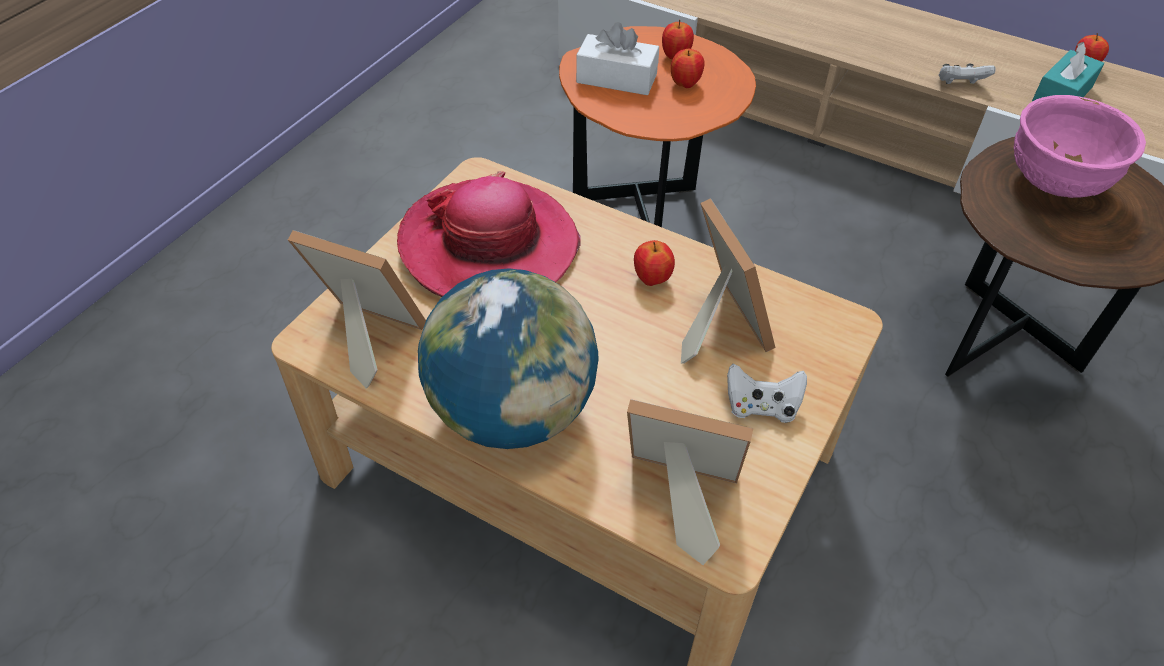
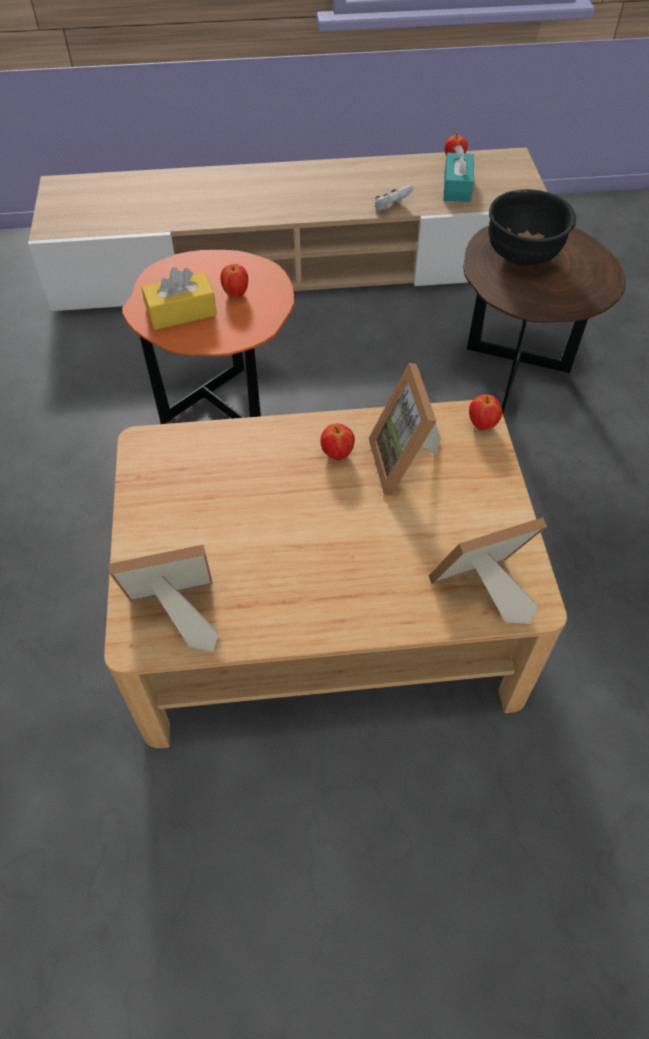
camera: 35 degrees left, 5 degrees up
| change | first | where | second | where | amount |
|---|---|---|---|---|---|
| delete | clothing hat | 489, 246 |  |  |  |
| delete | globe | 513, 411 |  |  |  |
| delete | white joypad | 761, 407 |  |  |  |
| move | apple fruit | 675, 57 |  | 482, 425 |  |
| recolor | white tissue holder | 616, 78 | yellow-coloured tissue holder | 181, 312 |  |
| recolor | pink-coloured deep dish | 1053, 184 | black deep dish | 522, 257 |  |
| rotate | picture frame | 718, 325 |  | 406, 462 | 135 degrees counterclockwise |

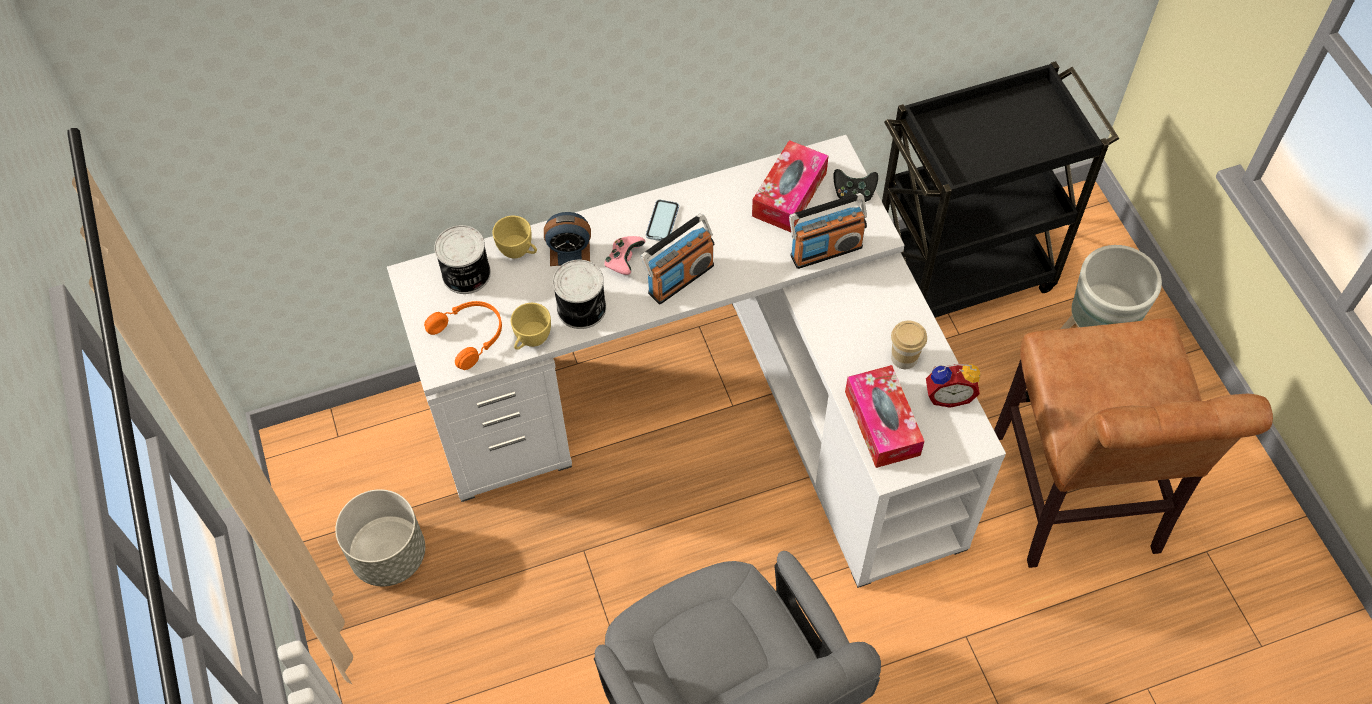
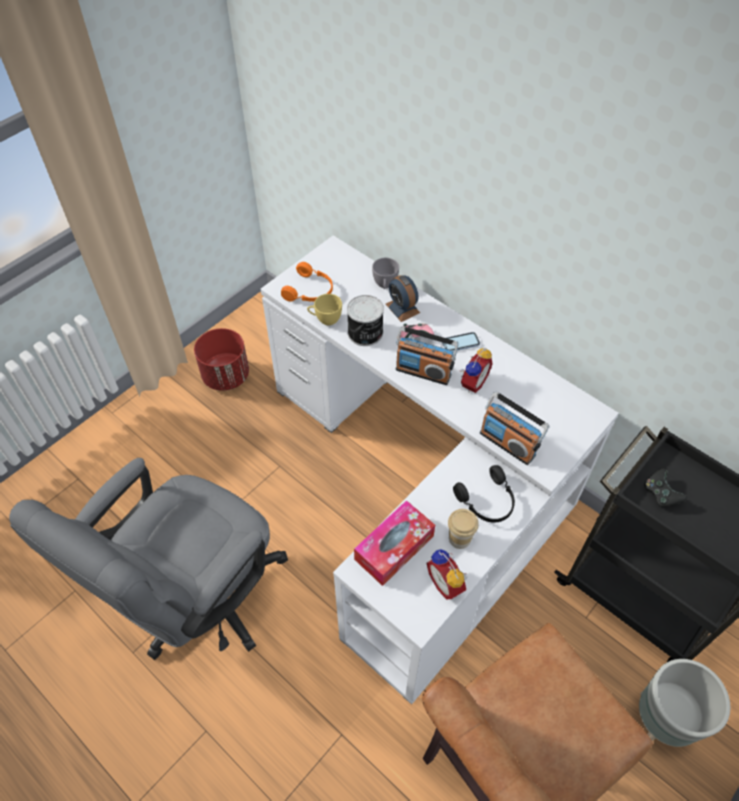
camera: 60 degrees right, 5 degrees down
| change | first | where | second | where | amount |
|---|---|---|---|---|---|
| delete | metal can | 466, 275 |  |  |  |
| delete | tissue holder | 789, 194 |  |  |  |
| insert |  |  | black pair of headphones | 487, 501 |  |
| insert |  |  | bedside clock | 472, 383 |  |
| move | black joypad | 853, 192 |  | 660, 494 |  |
| recolor | greyish flower pot | 388, 554 | reddish flower pot | 226, 375 |  |
| recolor | yellow-coloured small cup | 519, 251 | greyish small cup | 385, 285 |  |

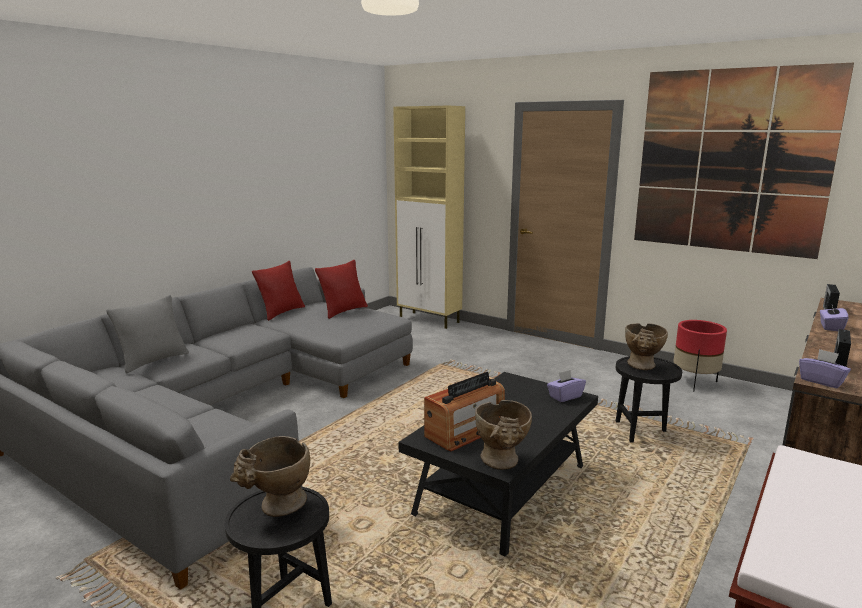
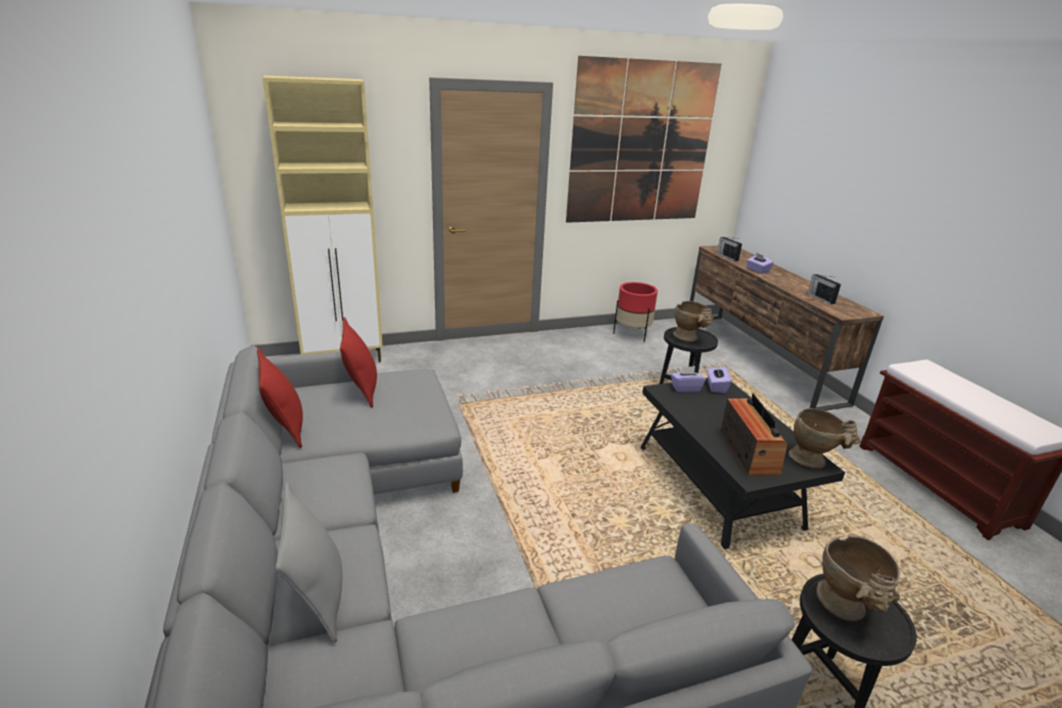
camera: 55 degrees left, 10 degrees up
| change | first | where | second | where | amount |
|---|---|---|---|---|---|
| move | purple tissue holder | 821, 381 |  | 685, 388 |  |

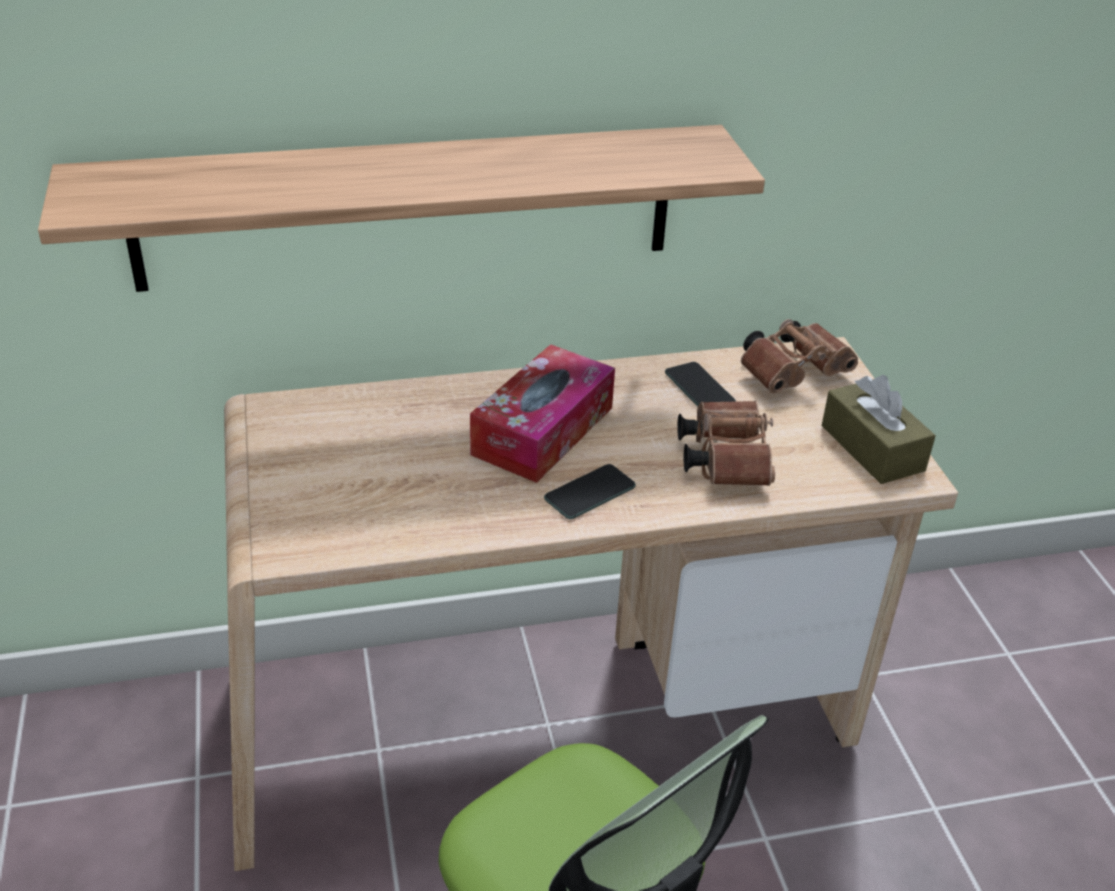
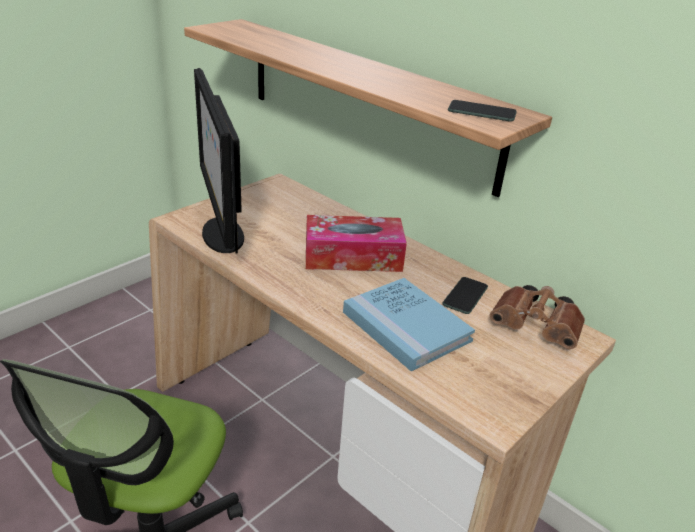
camera: 55 degrees right, 5 degrees down
| change | first | where | second | where | amount |
|---|---|---|---|---|---|
| delete | brown tissue holder | 872, 448 |  |  |  |
| insert |  |  | computer display | 222, 234 |  |
| move | phone | 590, 493 |  | 481, 112 |  |
| replace | brown field glasses | 724, 458 | blue-coloured book | 406, 326 |  |

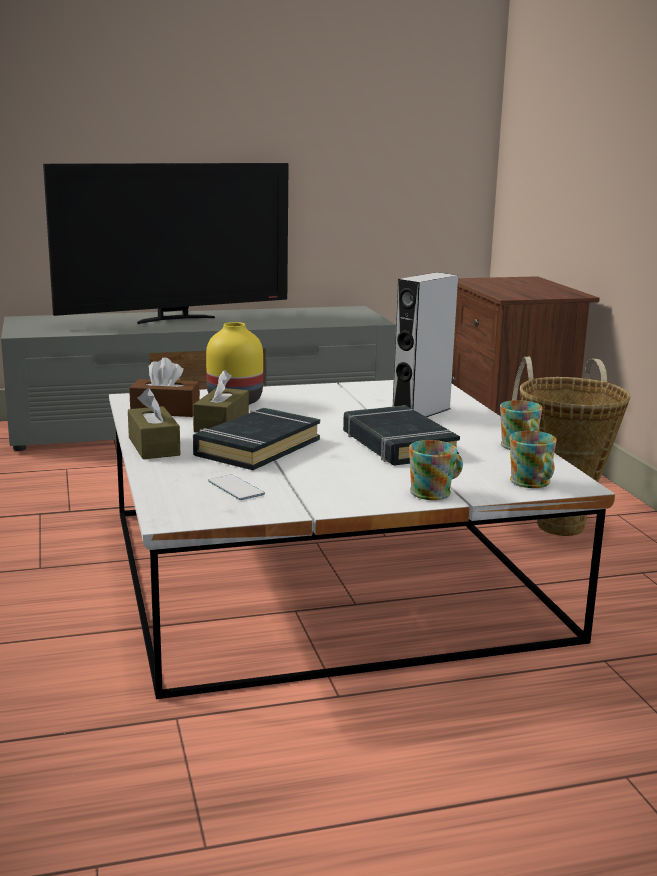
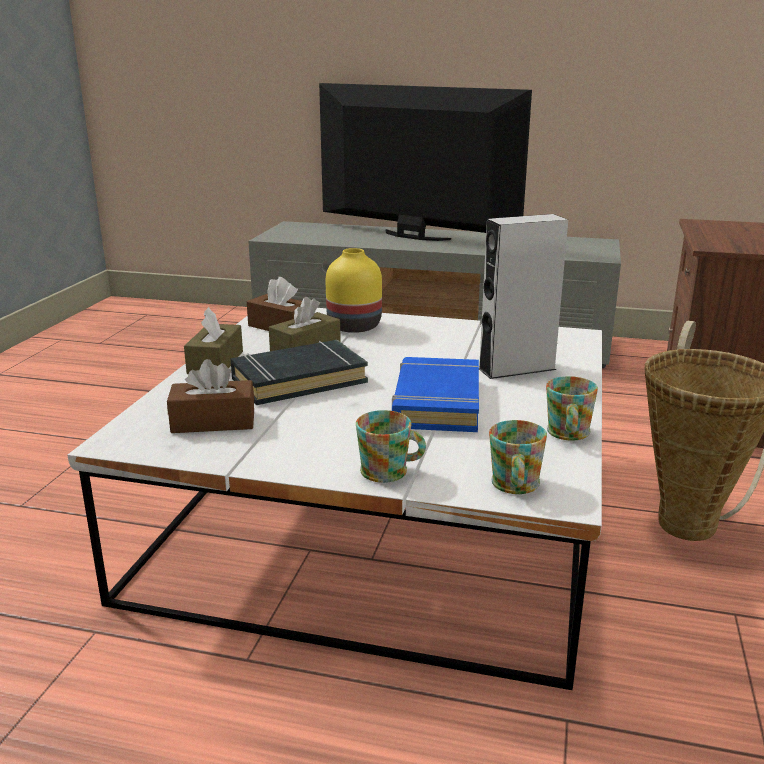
camera: 30 degrees right, 5 degrees up
| change | first | where | second | where | amount |
|---|---|---|---|---|---|
| replace | phone | 236, 488 | brown tissue holder | 213, 422 |  |
| recolor | black book | 397, 444 | blue-coloured book | 436, 403 |  |
| rotate | television | 174, 319 |  | 413, 236 | 150 degrees counterclockwise |

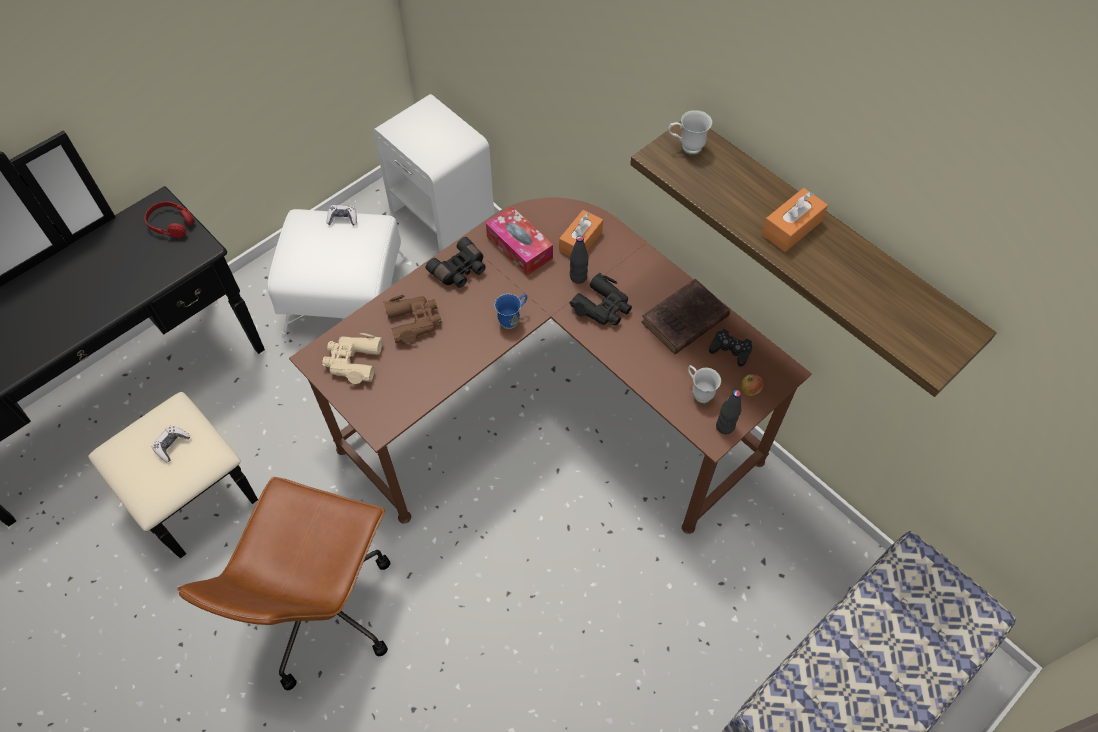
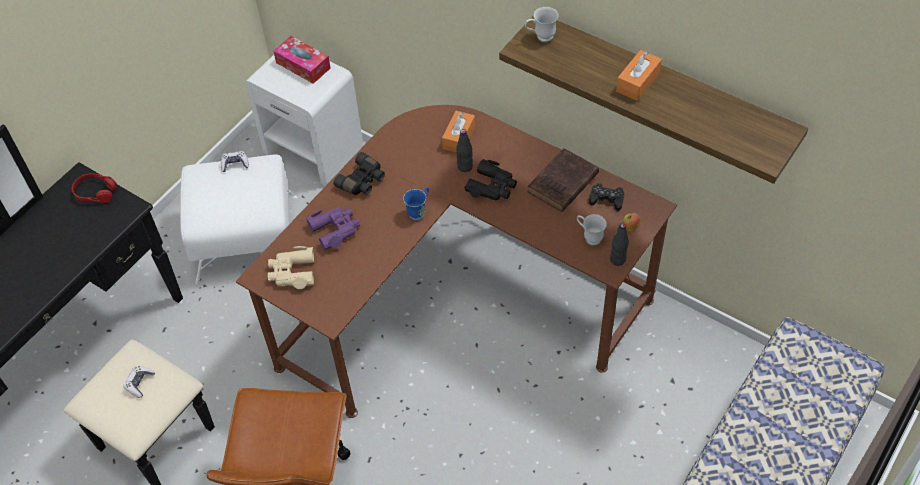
camera: 10 degrees left, 5 degrees down
| change | first | where | second | where | amount |
|---|---|---|---|---|---|
| move | tissue holder | 519, 247 |  | 303, 65 |  |
| recolor | brown field glasses | 414, 321 | purple field glasses | 335, 230 |  |

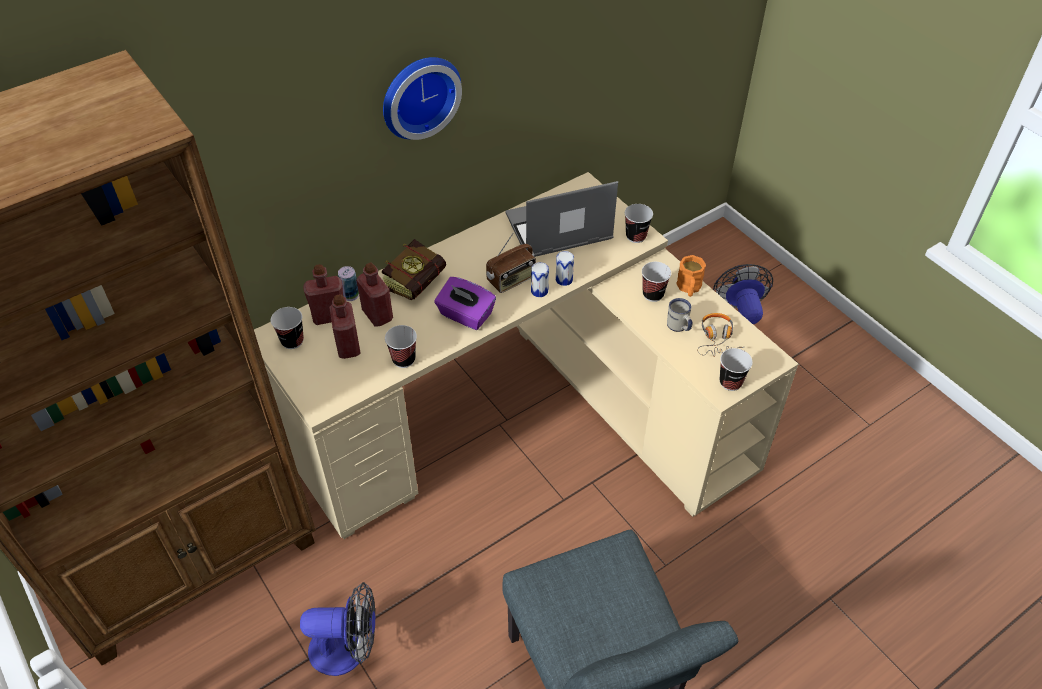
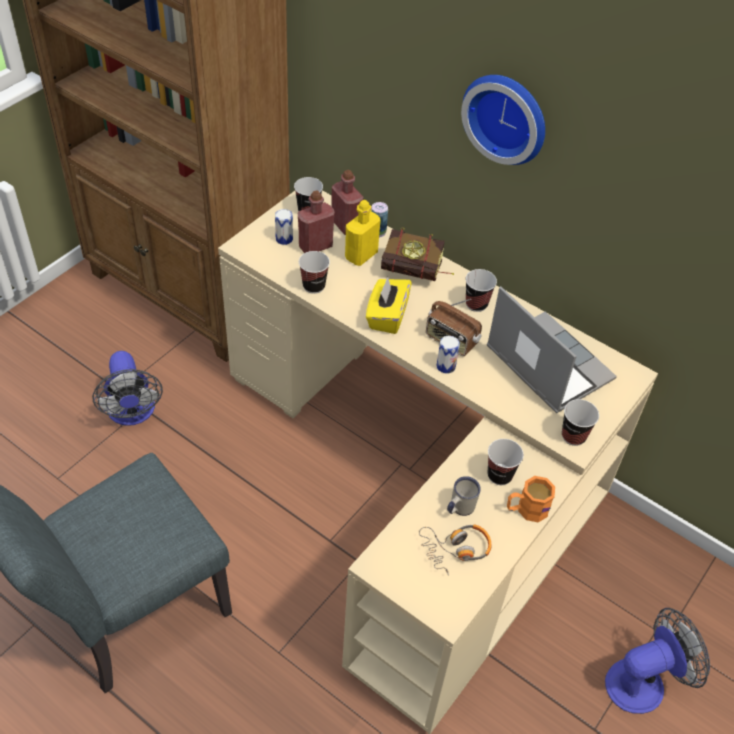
camera: 70 degrees right, 0 degrees up
| change | first | where | second | where | amount |
|---|---|---|---|---|---|
| move | metal can | 564, 279 |  | 284, 239 |  |
| move | small cup | 730, 382 |  | 476, 304 |  |
| recolor | reddish beverage bottle | 377, 315 | yellow-coloured beverage bottle | 361, 255 |  |
| recolor | purple tissue holder | 465, 315 | yellow-coloured tissue holder | 387, 316 |  |

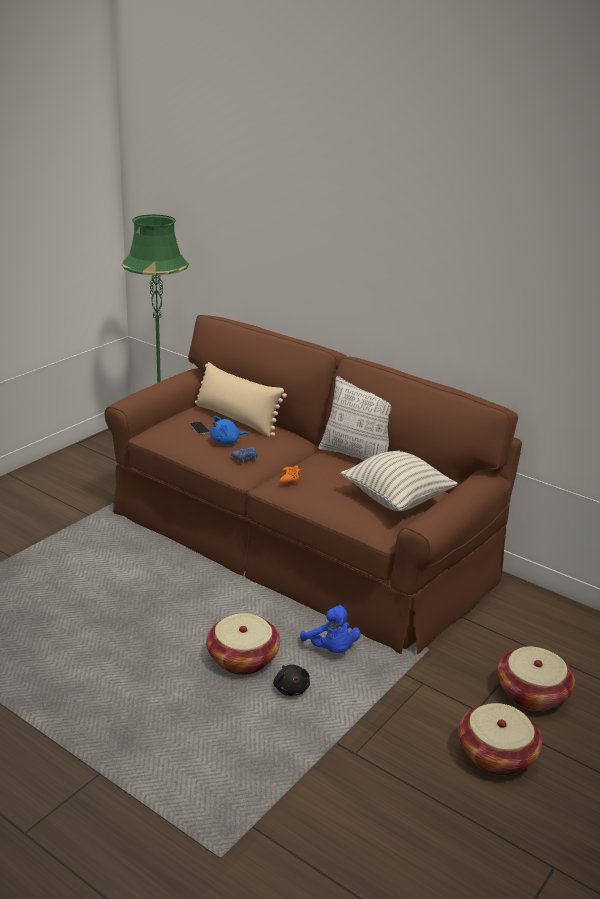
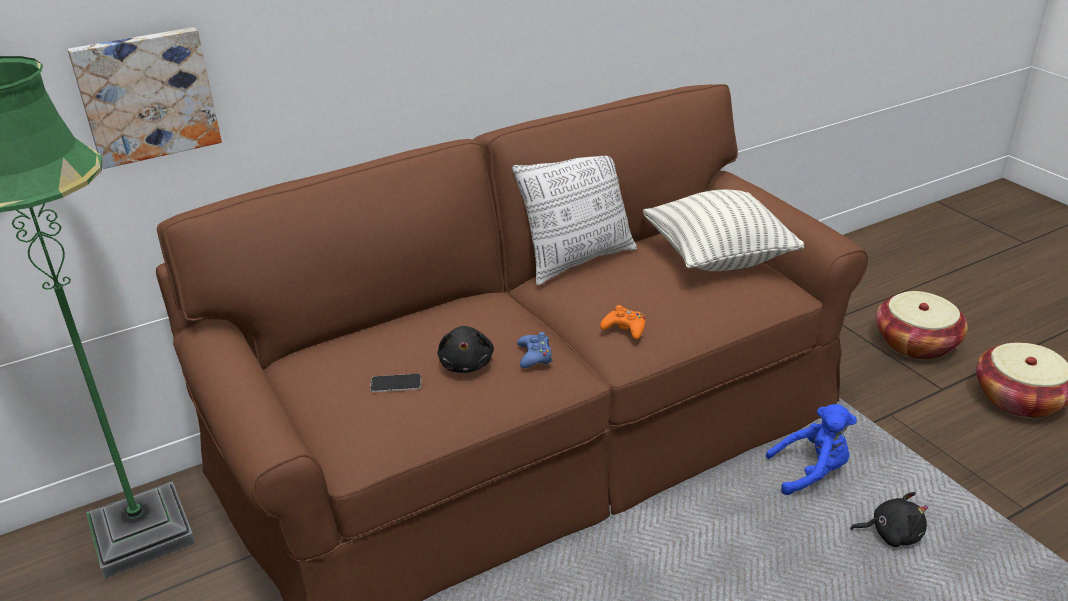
camera: 65 degrees left, 5 degrees up
| change | first | where | second | where | amount |
|---|---|---|---|---|---|
| delete | beige cushion | 237, 419 |  |  |  |
| delete | storage basket | 243, 659 |  |  |  |
| insert |  |  | wall art | 147, 95 |  |
| recolor | blue-coloured cuddly toy | 227, 442 | black cuddly toy | 466, 364 |  |

